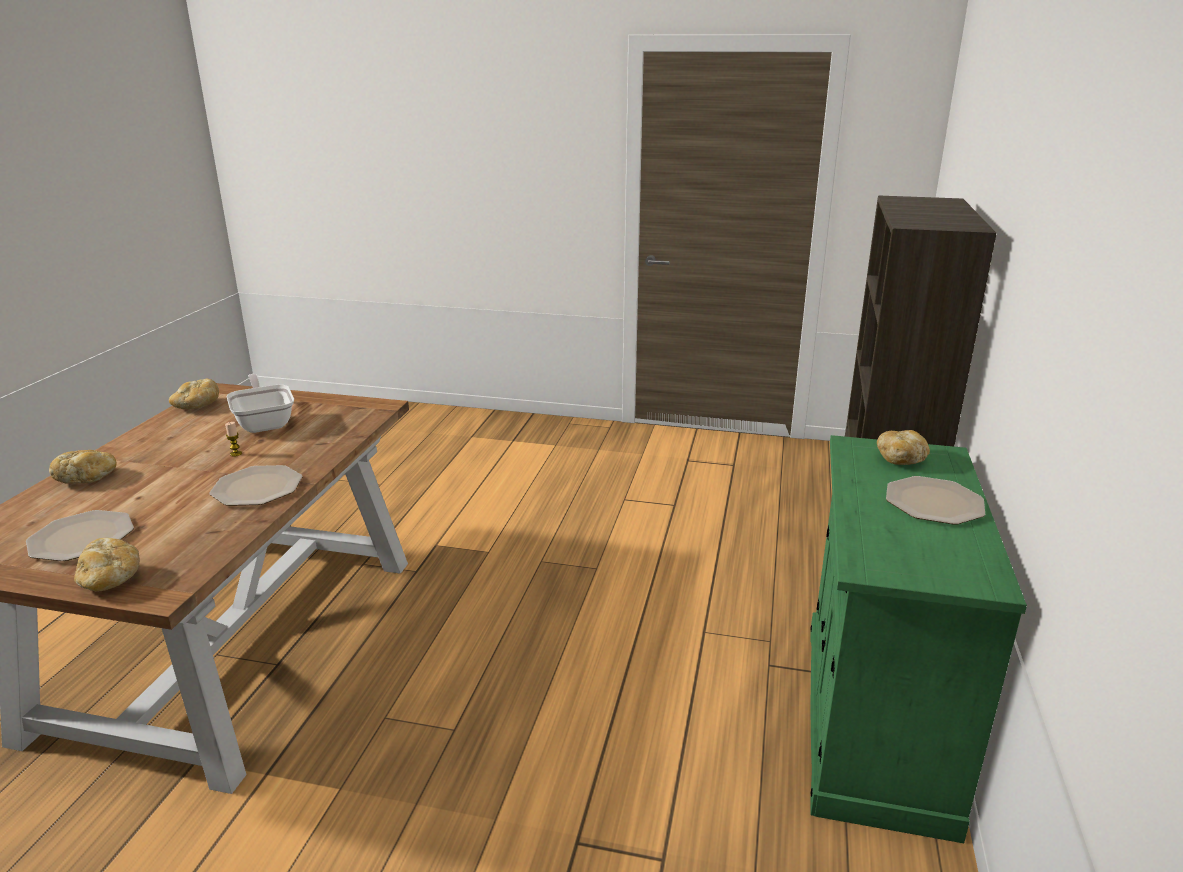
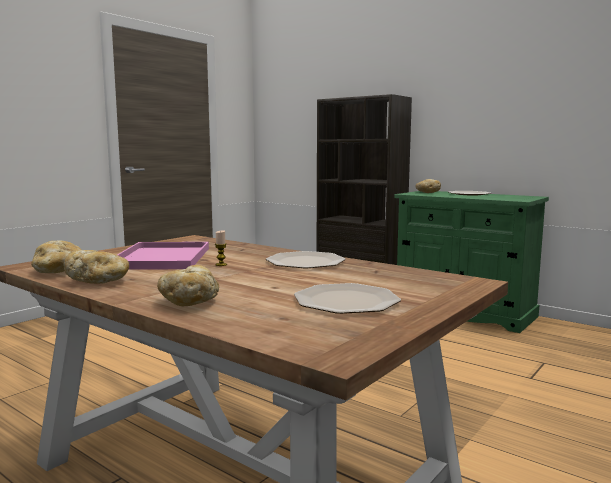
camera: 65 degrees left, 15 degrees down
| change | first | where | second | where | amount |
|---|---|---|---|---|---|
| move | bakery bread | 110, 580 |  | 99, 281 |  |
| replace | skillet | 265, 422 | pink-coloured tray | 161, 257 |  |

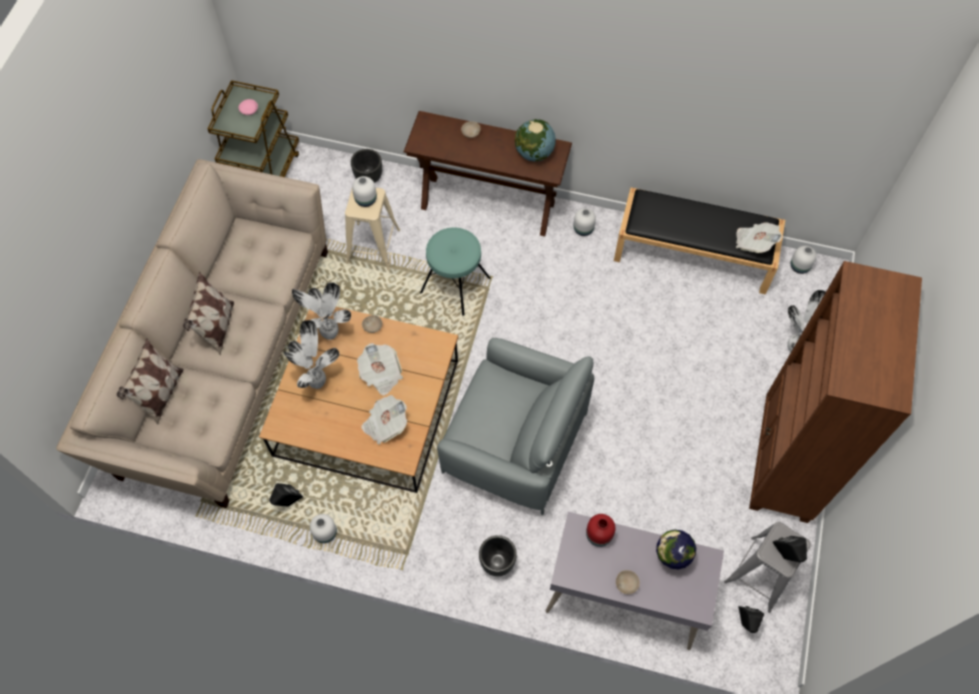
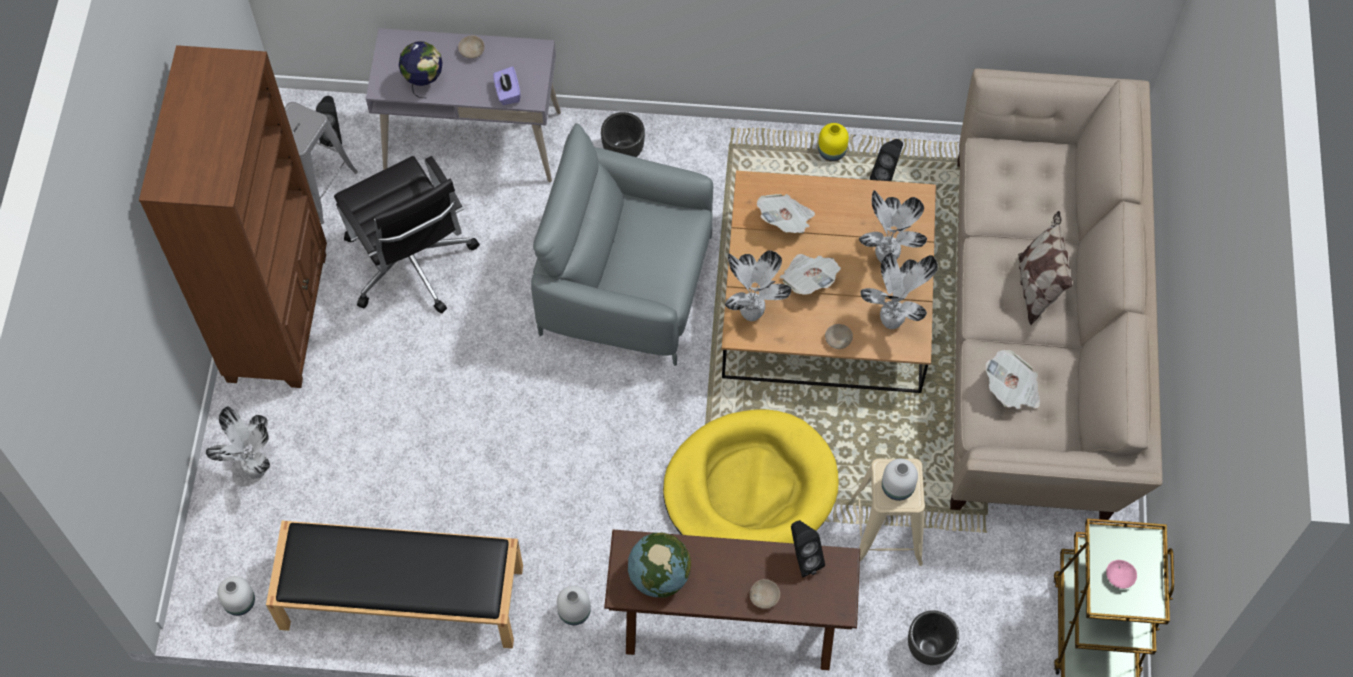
camera: 170 degrees right, 0 degrees up
| change | first | where | second | where | amount |
|---|---|---|---|---|---|
| delete | cushion | 161, 395 |  |  |  |
| insert |  |  | black office chair | 411, 265 |  |
| insert |  |  | houseplant | 752, 315 |  |
| move | newspaper | 754, 243 |  | 1012, 389 |  |
| move | black audio speaker | 785, 555 |  | 803, 558 |  |
| replace | turquoise-coloured sitting stool | 455, 285 | yellow-coloured pet bed | 750, 488 |  |
| replace | reddish decorative vase | 598, 534 | purple tissue holder | 507, 93 |  |
| recolor | white decorative vase | 325, 533 | yellow-coloured decorative vase | 831, 151 |  |

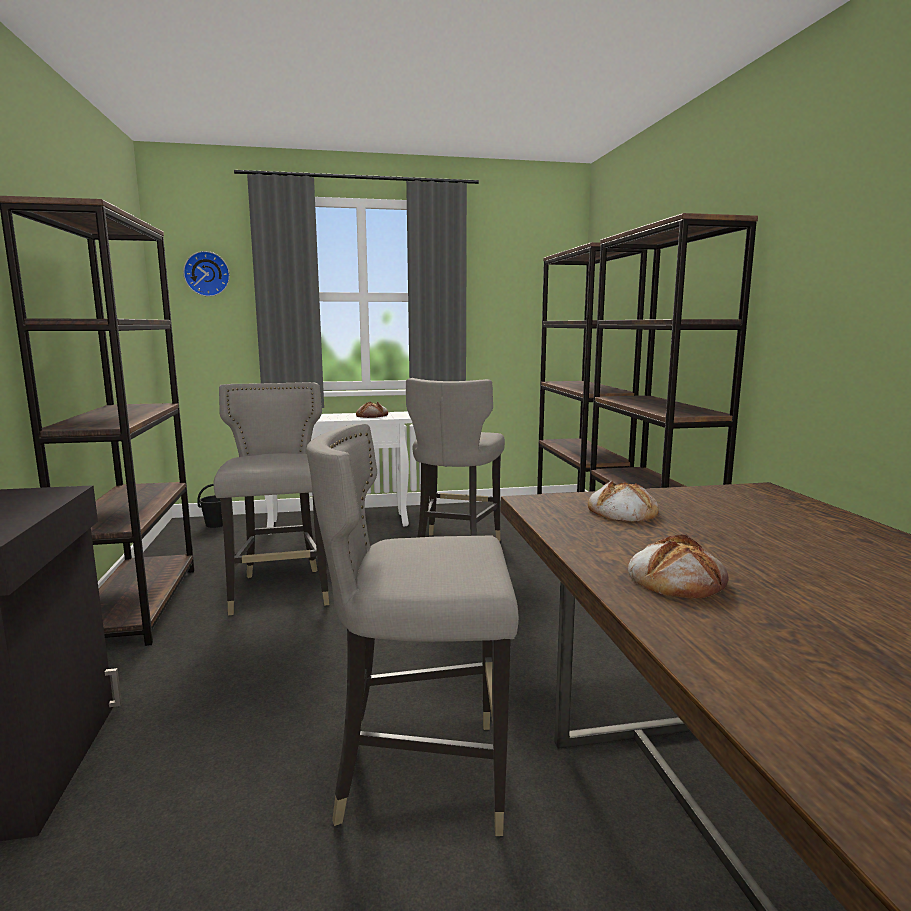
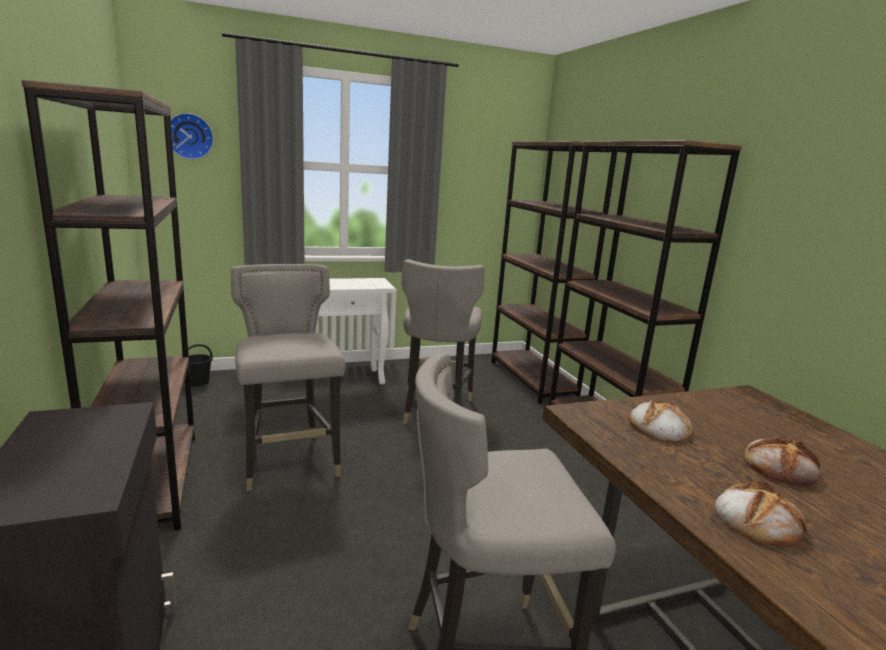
camera: 10 degrees left, 5 degrees up
| change | first | where | second | where | amount |
|---|---|---|---|---|---|
| move | bakery bread | 372, 415 |  | 780, 467 |  |

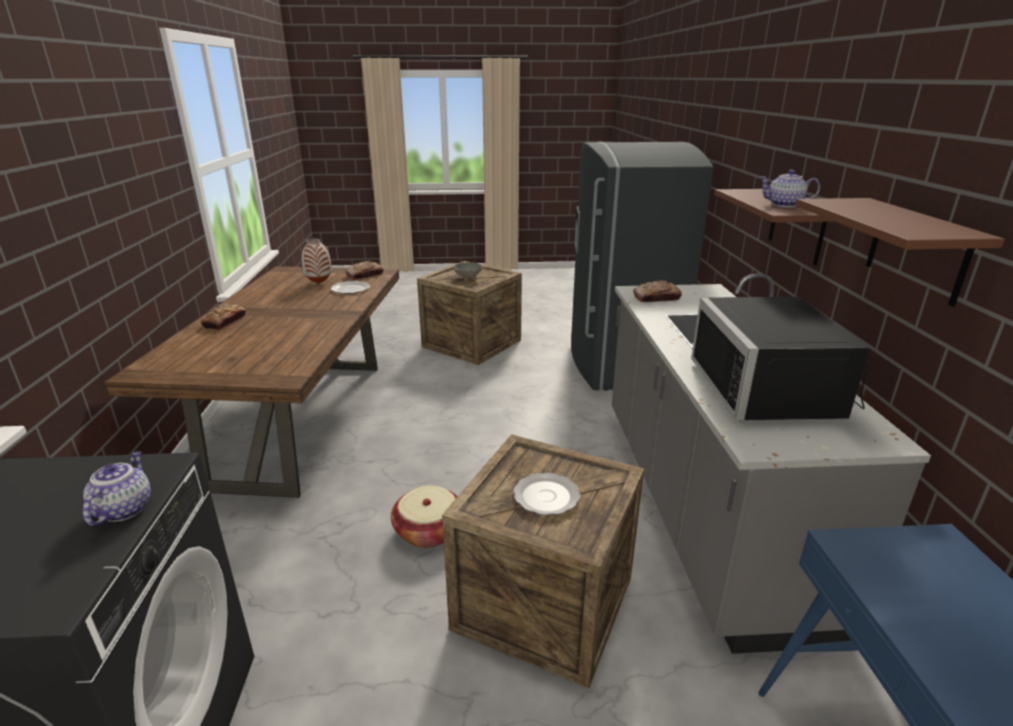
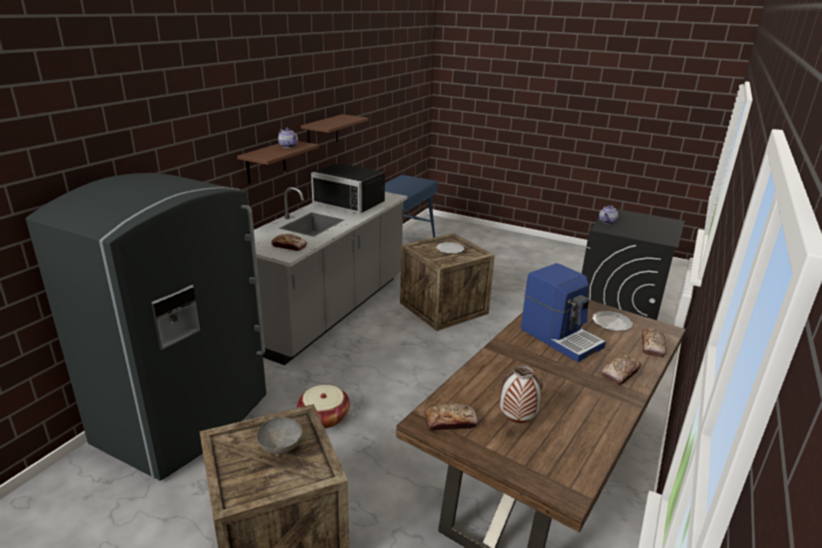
camera: 150 degrees left, 0 degrees up
| change | first | where | second | where | amount |
|---|---|---|---|---|---|
| insert |  |  | coffee maker | 561, 337 |  |
| insert |  |  | bakery bread | 652, 346 |  |
| move | flat dish | 350, 289 |  | 611, 323 |  |
| move | storage basket | 429, 531 |  | 324, 417 |  |
| rotate | black kitchen microwave | 773, 390 |  | 352, 203 | 90 degrees clockwise |

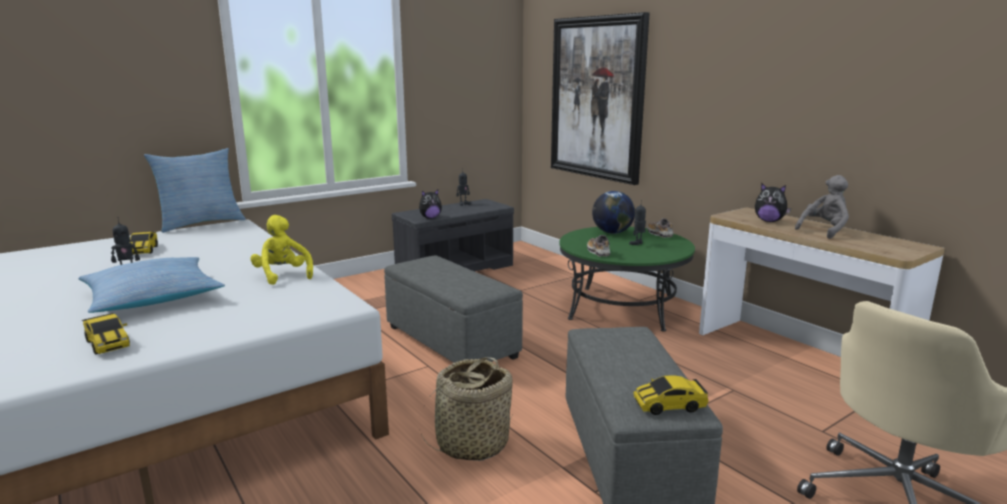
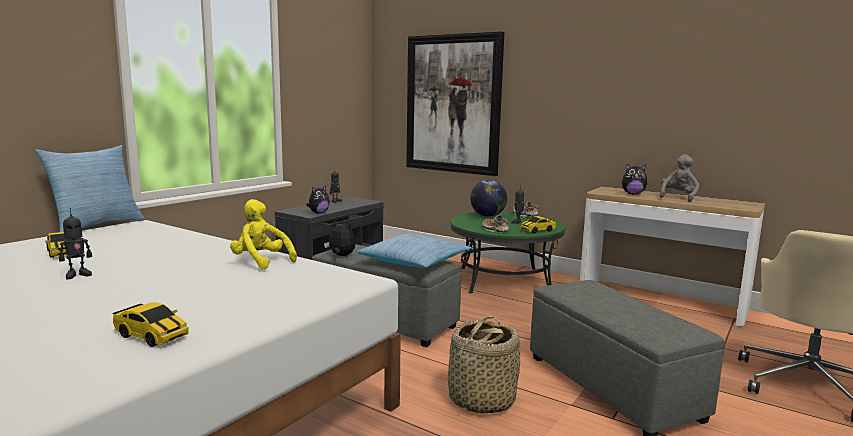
camera: 20 degrees left, 5 degrees down
| change | first | where | second | where | amount |
|---|---|---|---|---|---|
| insert |  |  | cuddly toy | 341, 256 |  |
| move | cushion | 152, 298 |  | 415, 261 |  |
| move | model car | 669, 406 |  | 537, 230 |  |

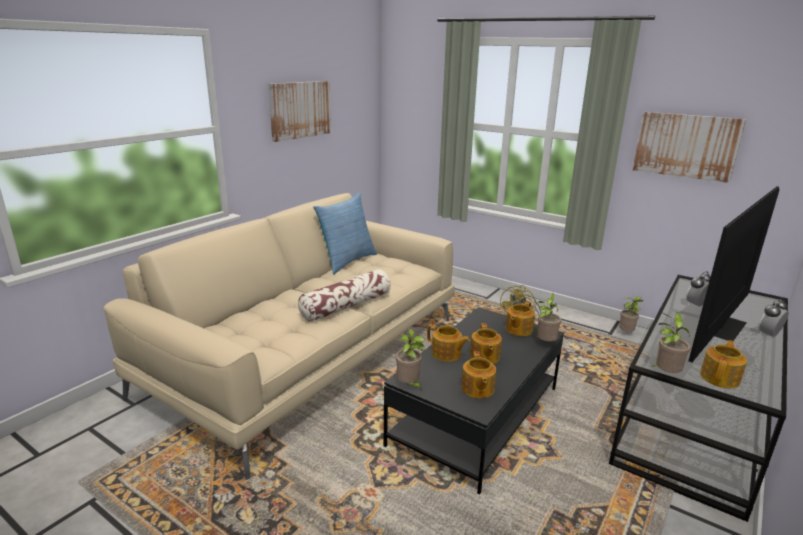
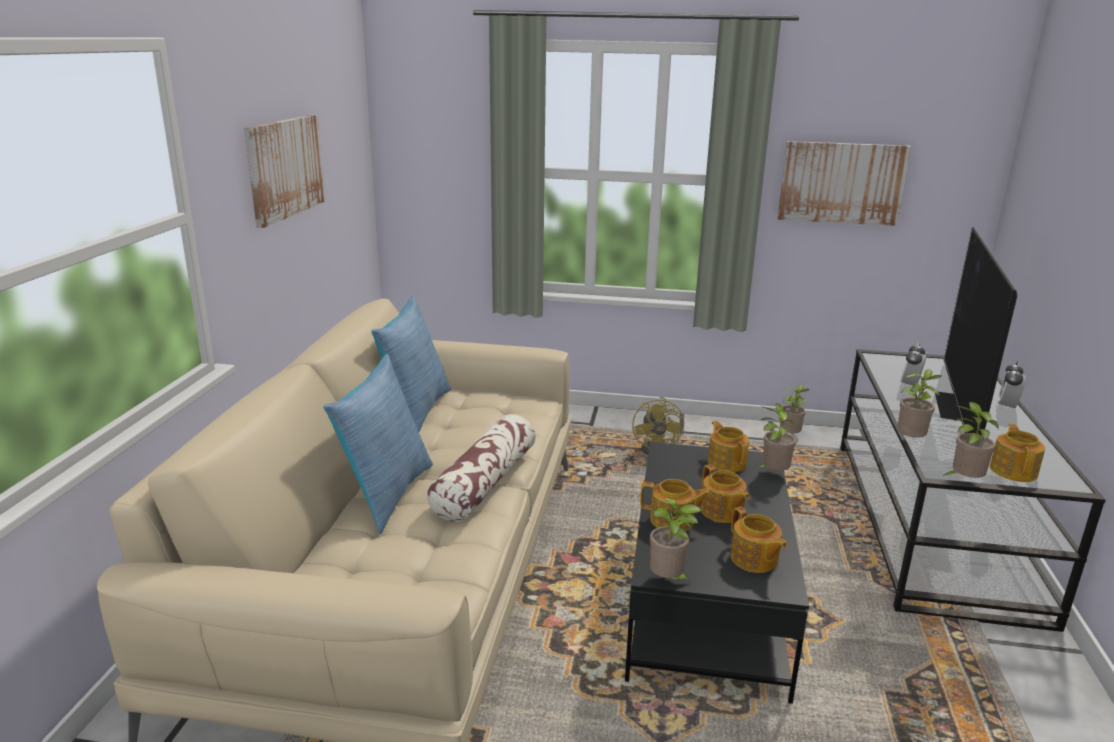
camera: 25 degrees left, 0 degrees up
| change | first | where | second | where | amount |
|---|---|---|---|---|---|
| insert |  |  | cushion | 385, 494 |  |
| insert |  |  | houseplant | 910, 441 |  |
| rotate | pot for tea | 518, 329 |  | 726, 463 | 150 degrees clockwise |

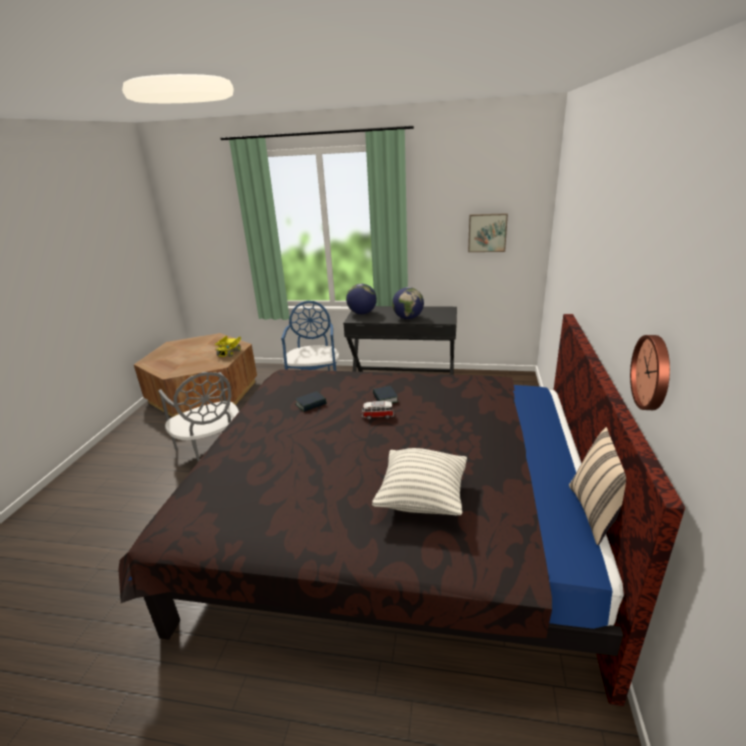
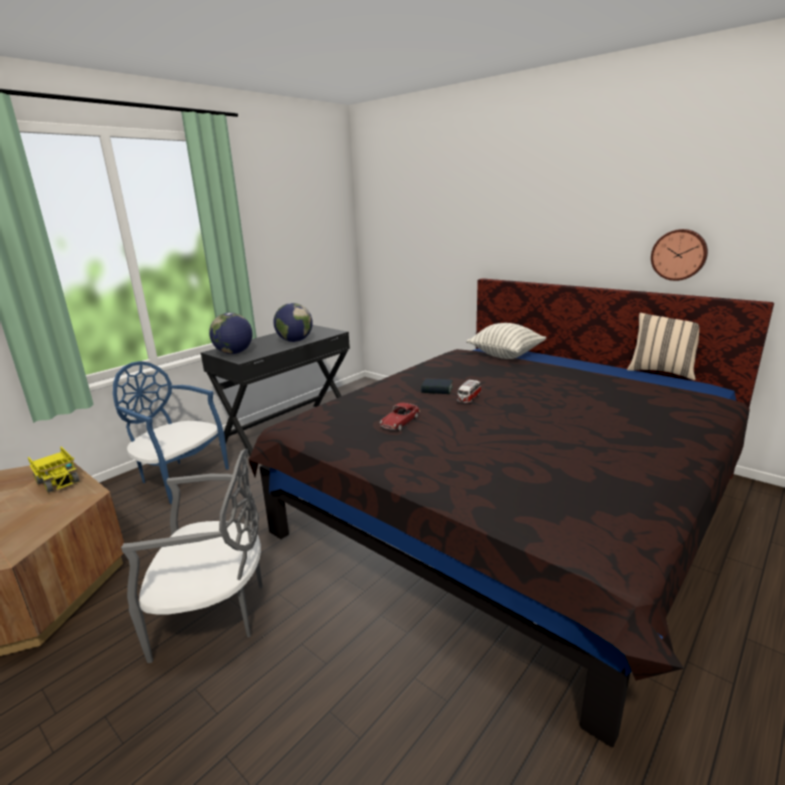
camera: 60 degrees left, 5 degrees down
| change | first | where | second | where | amount |
|---|---|---|---|---|---|
| delete | wall art | 487, 232 |  |  |  |
| move | cushion | 422, 498 |  | 505, 355 |  |
| replace | book | 311, 404 | model car | 400, 422 |  |

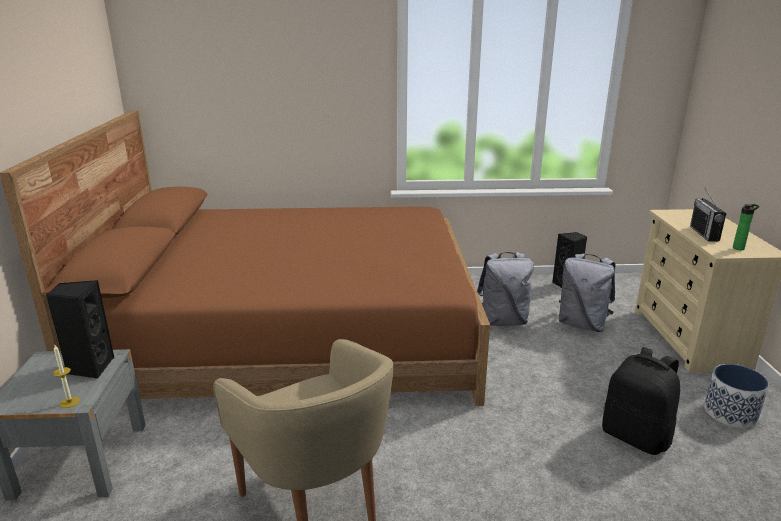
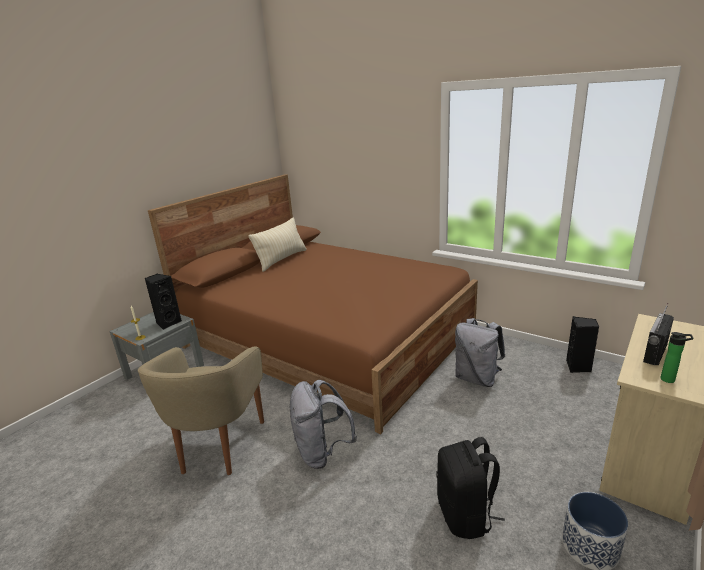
camera: 40 degrees right, 0 degrees up
| change | first | where | second | where | amount |
|---|---|---|---|---|---|
| insert |  |  | beige cushion | 282, 259 |  |
| move | greyish knapsack | 582, 324 |  | 322, 452 |  |

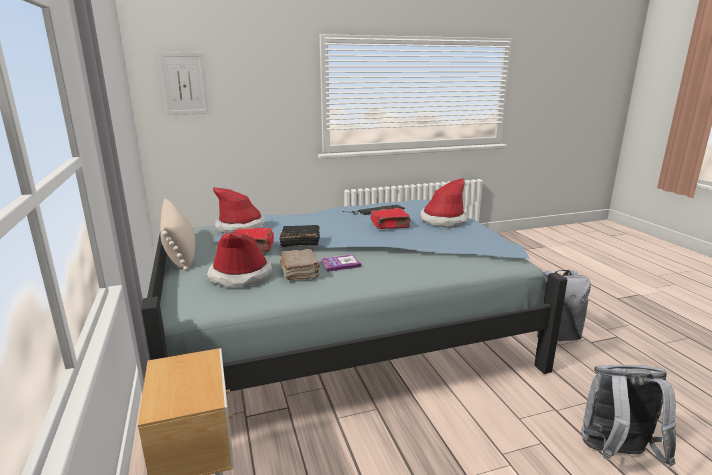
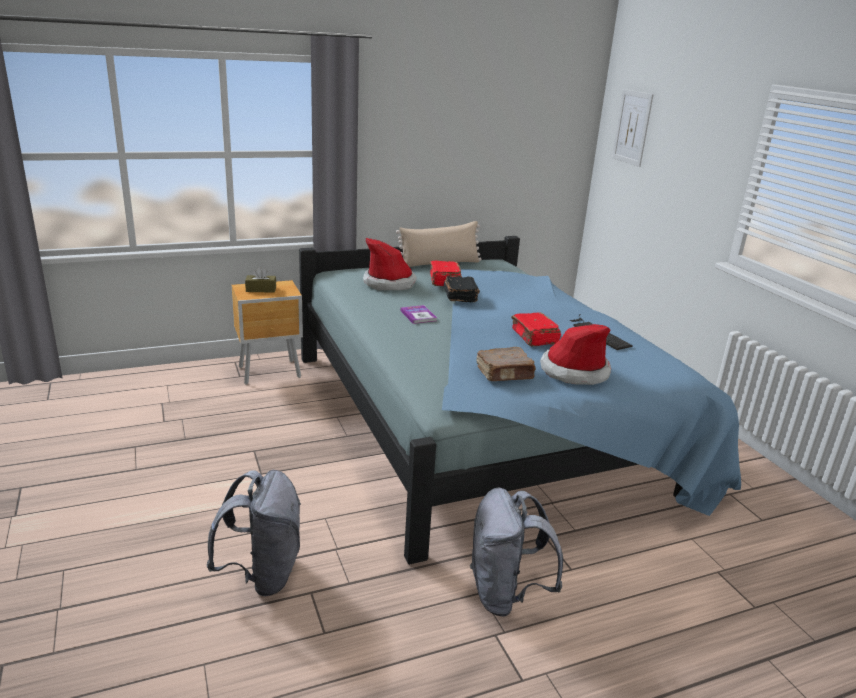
camera: 85 degrees right, 5 degrees up
| change | first | where | second | where | amount |
|---|---|---|---|---|---|
| delete | clothing hat | 241, 227 |  |  |  |
| insert |  |  | brown tissue holder | 261, 289 |  |
| move | brown book | 300, 272 |  | 505, 374 |  |

